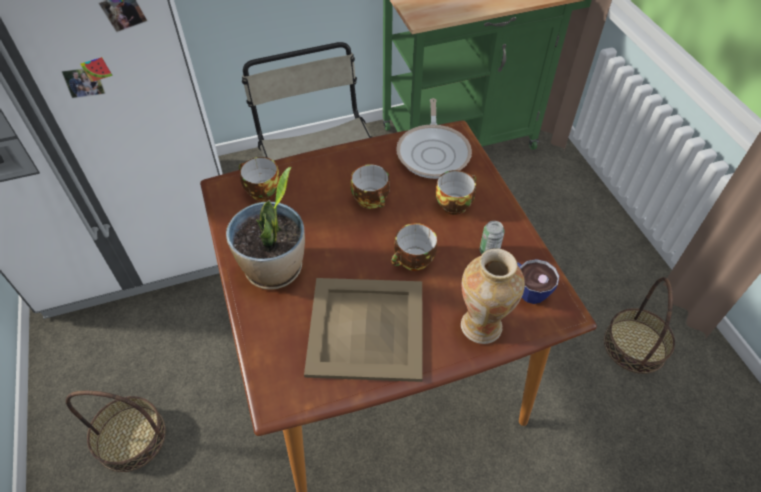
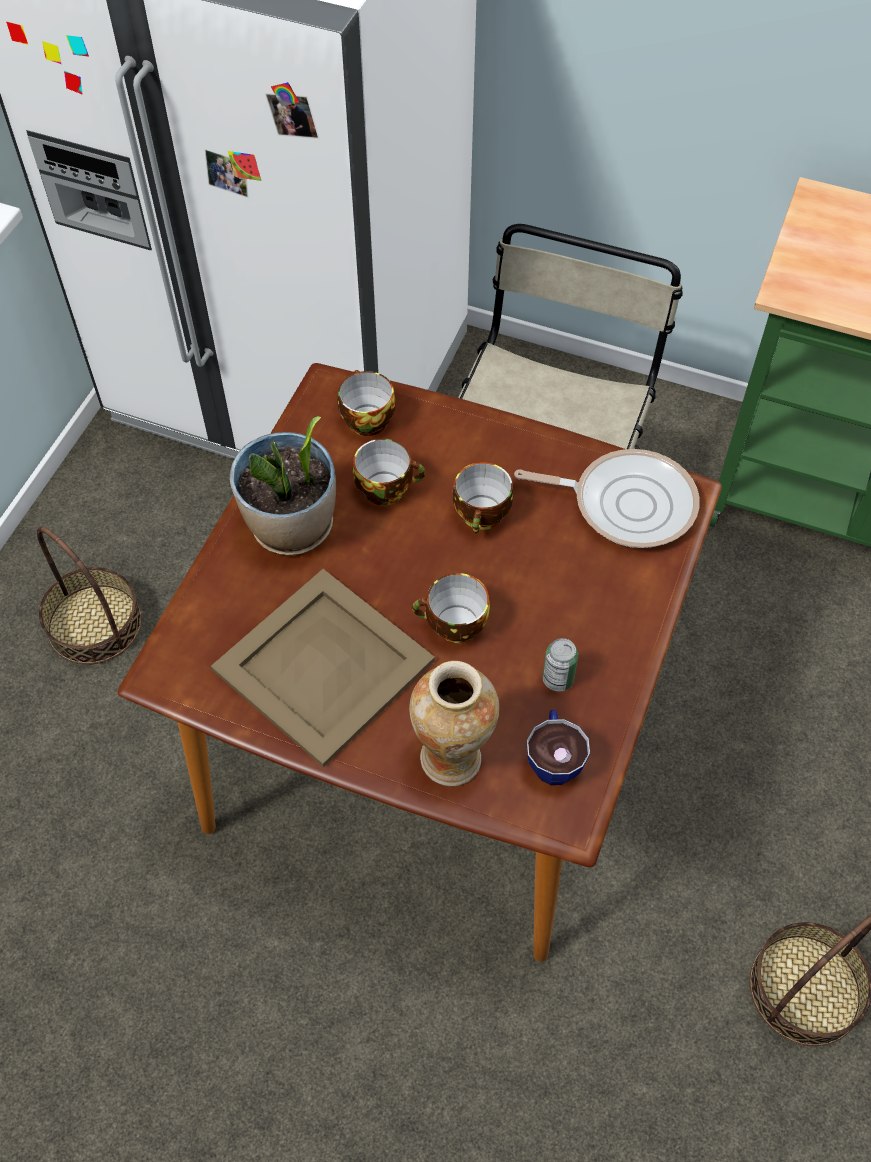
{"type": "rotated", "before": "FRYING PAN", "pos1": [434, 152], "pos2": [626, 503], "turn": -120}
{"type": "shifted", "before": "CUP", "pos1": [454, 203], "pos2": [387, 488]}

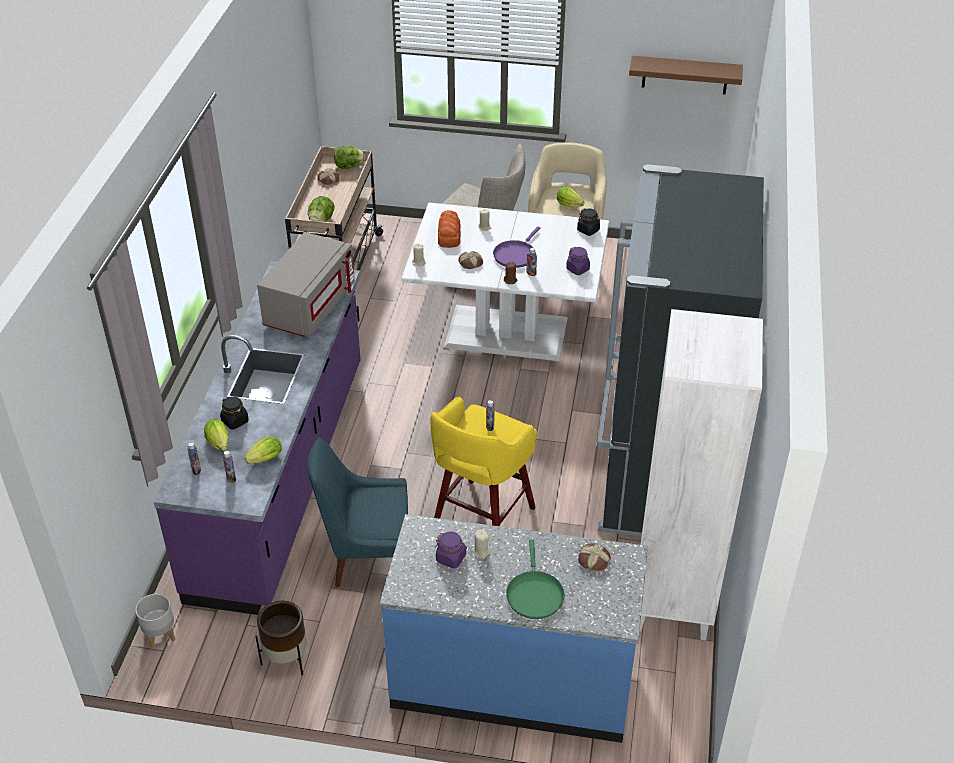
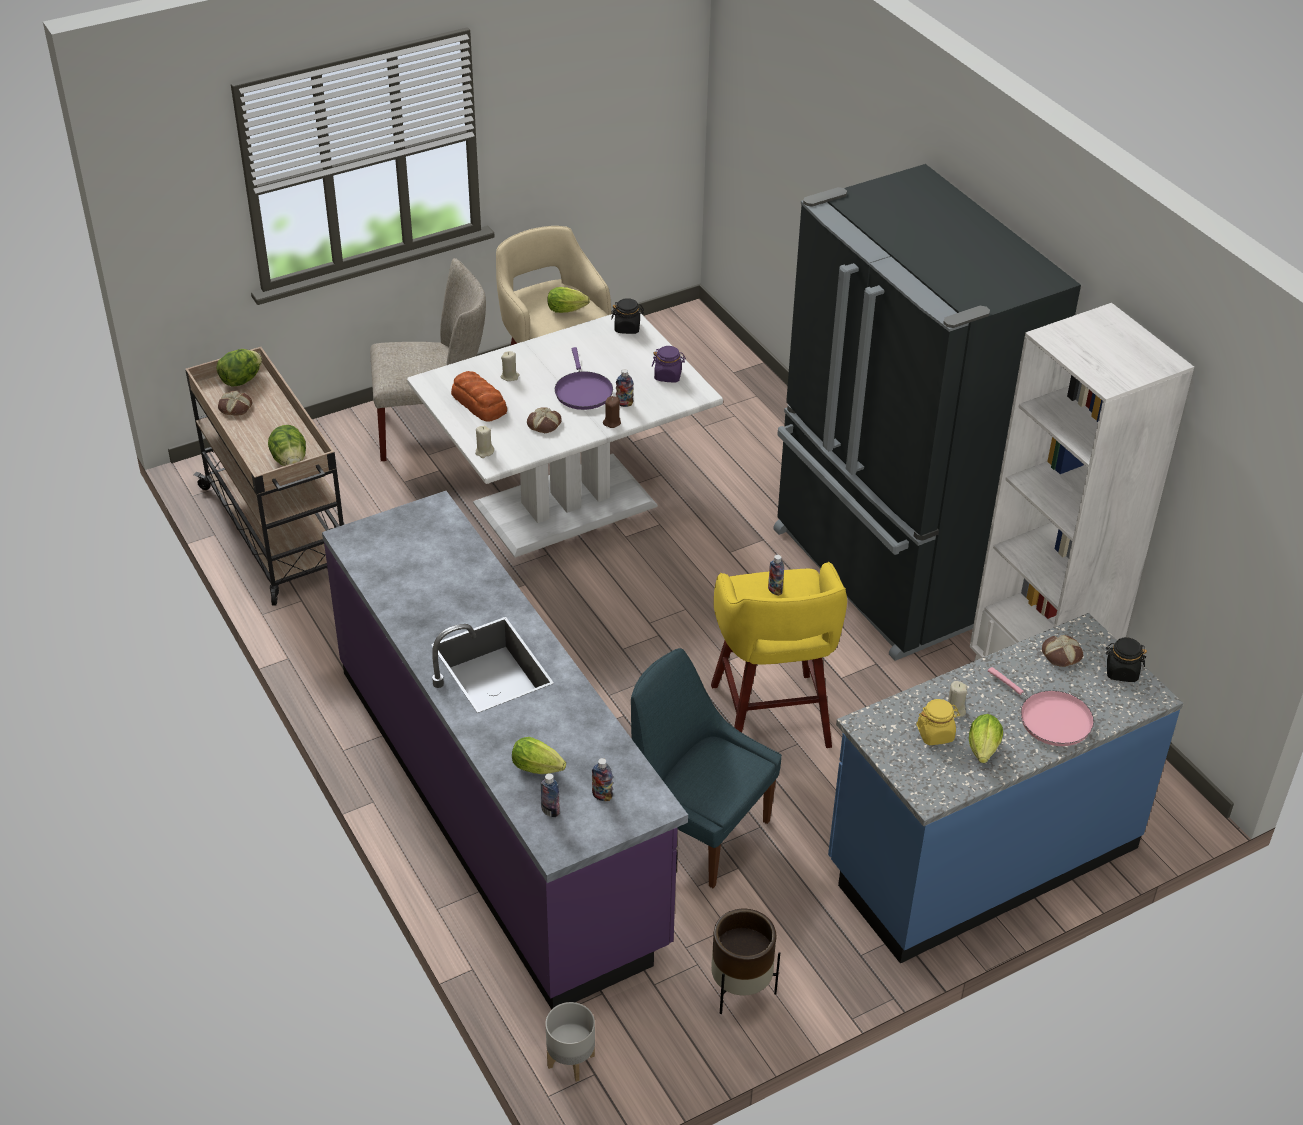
{"type": "shifted", "before": "BLACK JAR", "pos1": [235, 421], "pos2": [1121, 672]}
{"type": "shifted", "before": "LETTUCE", "pos1": [264, 460], "pos2": [983, 751]}
{"type": "gone", "before": "GREY MICROWAVE", "pos1": [309, 307]}
{"type": "rotated", "before": "BLUE CHAIR", "pos1": [366, 557], "pos2": [698, 830], "turn": 75}
{"type": "repainted", "before": "PURPLE JAR", "after": "YELLOW JAR", "pos1": [451, 558], "pos2": [935, 734]}
{"type": "repainted", "before": "GREEN FRYING PAN", "after": "PINK FRYING PAN", "pos1": [534, 594], "pos2": [1050, 719]}
{"type": "gone", "before": "BROWN SHELF", "pos1": [685, 75]}

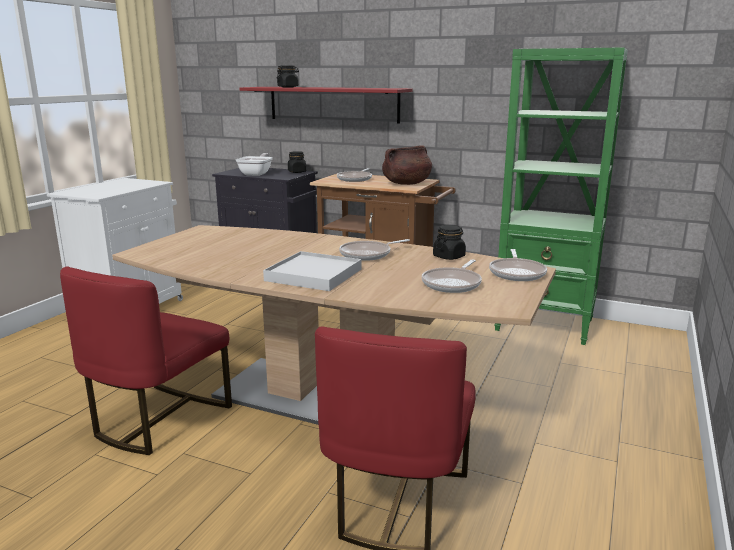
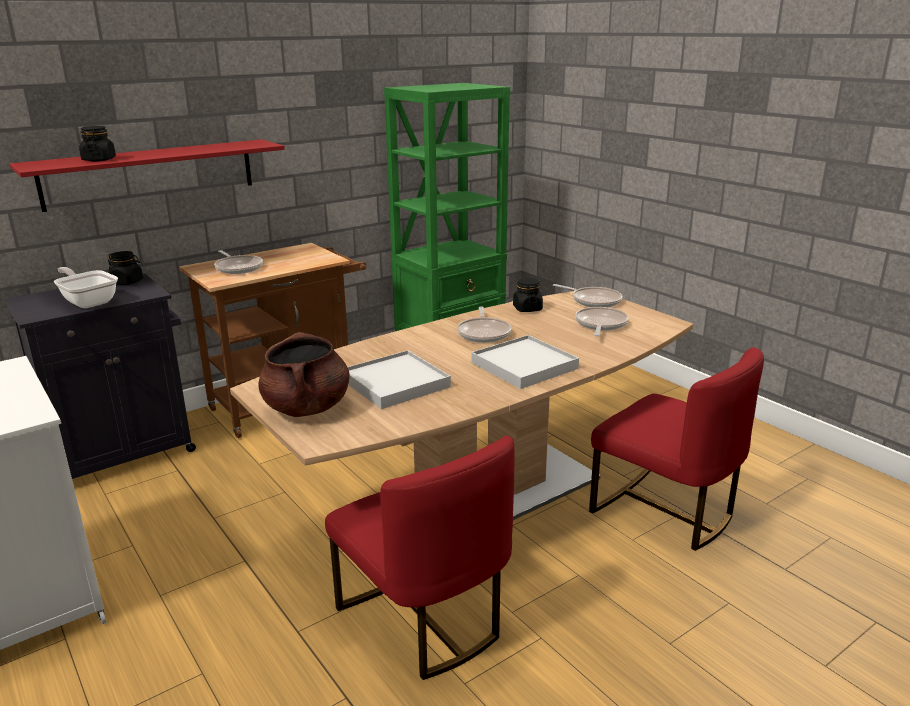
{"type": "shifted", "before": "BROWN COOKING POT", "pos1": [406, 184], "pos2": [307, 408]}
{"type": "rotated", "before": "FRYING PAN", "pos1": [453, 284], "pos2": [600, 324], "turn": -135}
{"type": "new", "after": "WHITE TRAY", "pos2": [395, 383]}

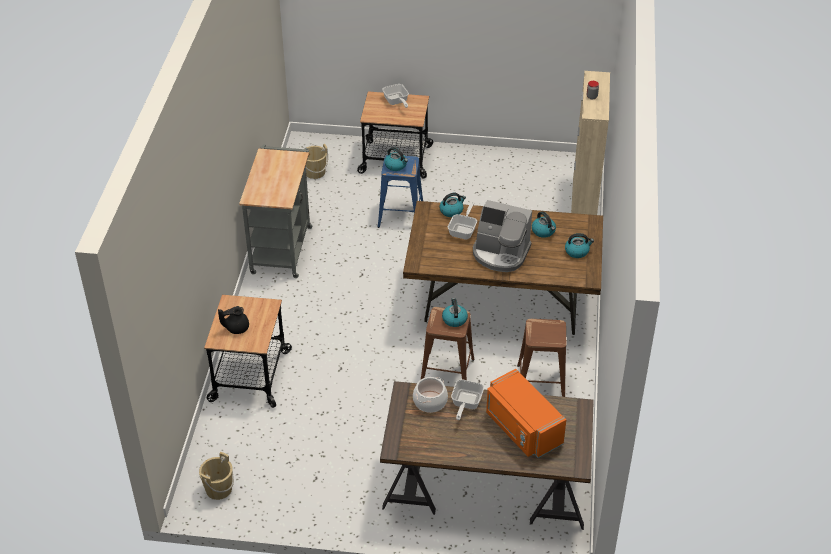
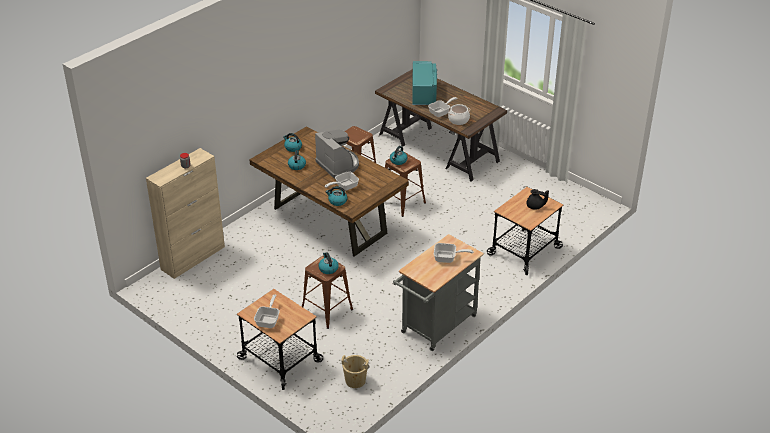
{"type": "gone", "before": "BEIGE BUCKET", "pos1": [218, 489]}
{"type": "repainted", "before": "BLUE STOOL", "after": "BROWN STOOL", "pos1": [400, 215], "pos2": [326, 310]}
{"type": "repainted", "before": "ORANGE MICROWAVE", "after": "TURQUOISE MICROWAVE", "pos1": [522, 428], "pos2": [424, 94]}
{"type": "new", "after": "FRYING PAN", "pos2": [448, 258]}

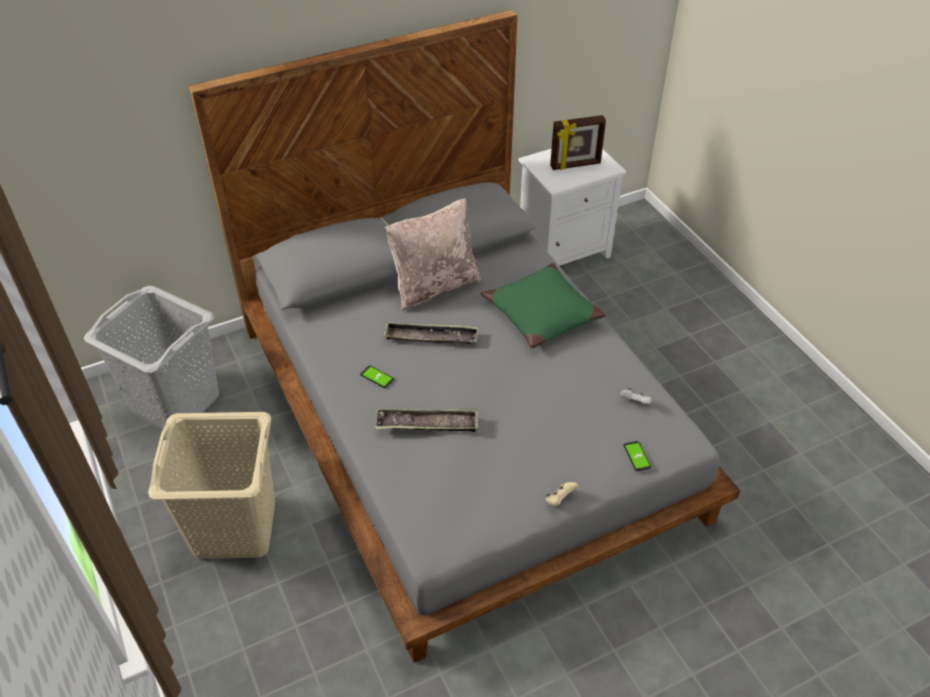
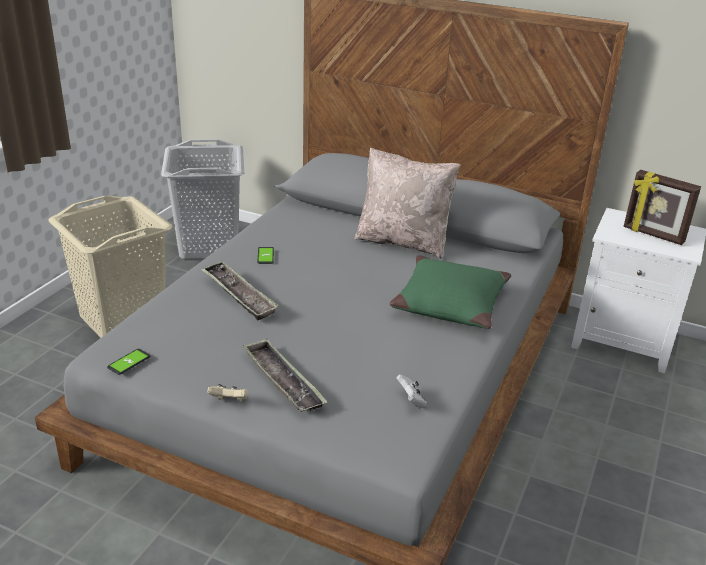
{"type": "shifted", "before": "TRAY", "pos1": [430, 337], "pos2": [283, 381]}
{"type": "shifted", "before": "PHONE", "pos1": [636, 456], "pos2": [129, 362]}

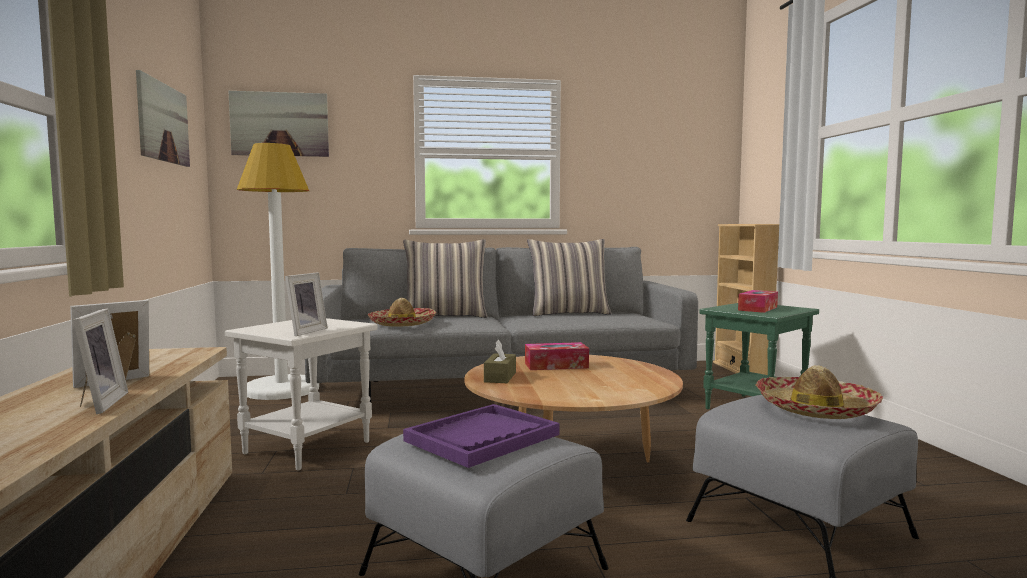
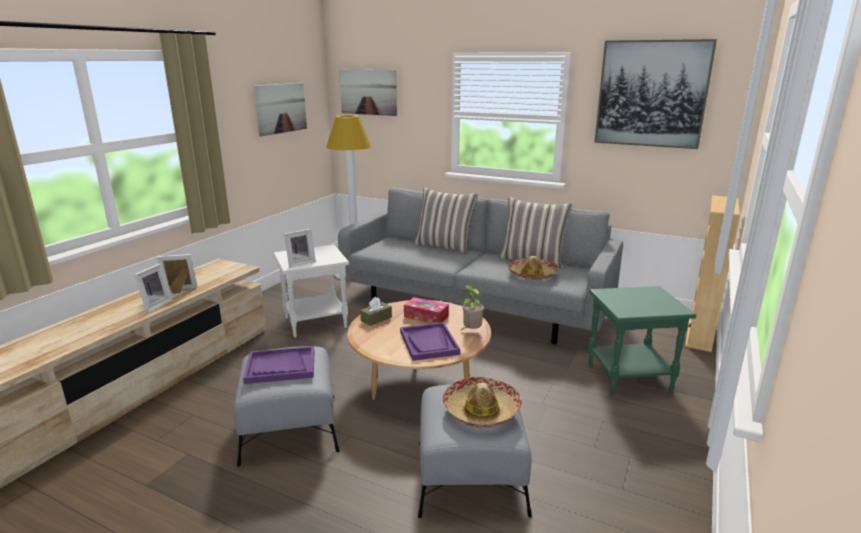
{"type": "shifted", "before": "HAT", "pos1": [402, 324], "pos2": [532, 274]}
{"type": "gone", "before": "TISSUE BOX", "pos1": [757, 308]}
{"type": "new", "after": "PURPLE TRAY", "pos2": [429, 343]}
{"type": "new", "after": "POTTED PLANT", "pos2": [471, 331]}
{"type": "new", "after": "PICTURE", "pos2": [651, 94]}

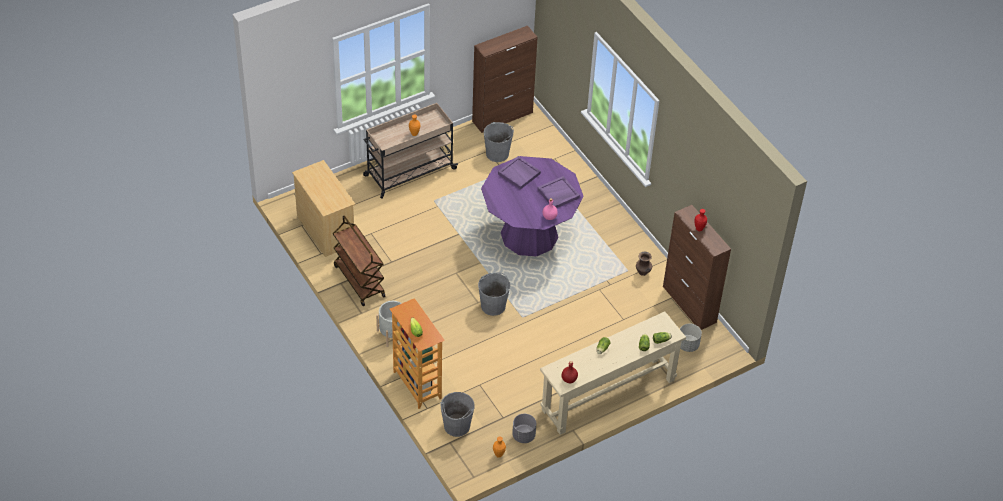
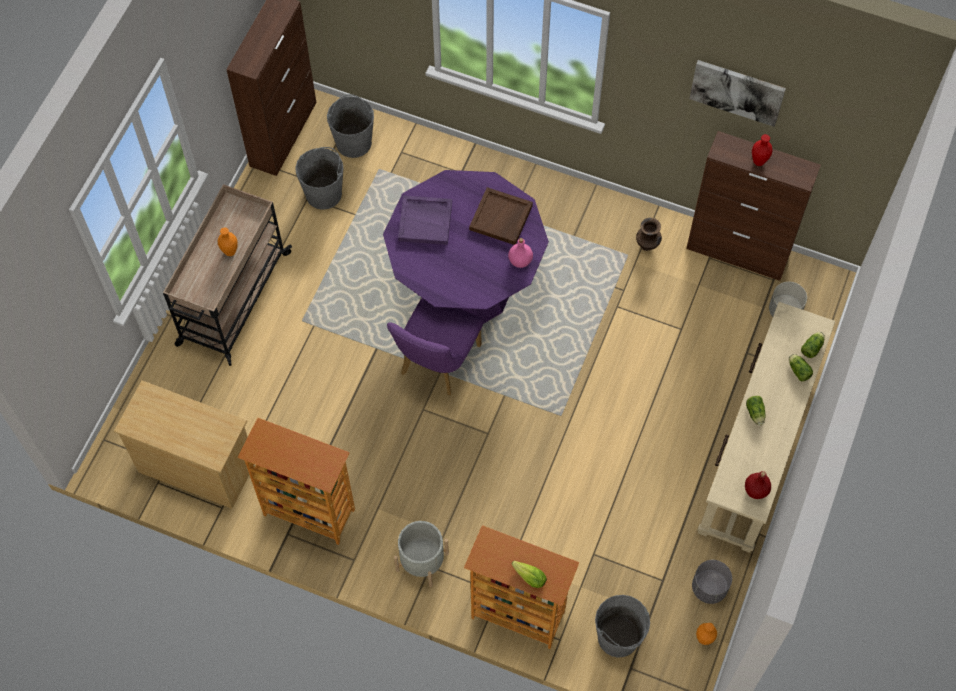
{"type": "swapped", "before": "BROWN CART", "after": "BOOKCASE", "pos1": [359, 281], "pos2": [308, 513]}
{"type": "shifted", "before": "GREY BUCKET", "pos1": [493, 305], "pos2": [353, 142]}
{"type": "repainted", "before": "PURPLE TRAY", "after": "BROWN TRAY", "pos1": [558, 194], "pos2": [501, 218]}
{"type": "new", "after": "PURPLE CHAIR", "pos2": [436, 364]}
{"type": "new", "after": "PICTURE", "pos2": [737, 91]}

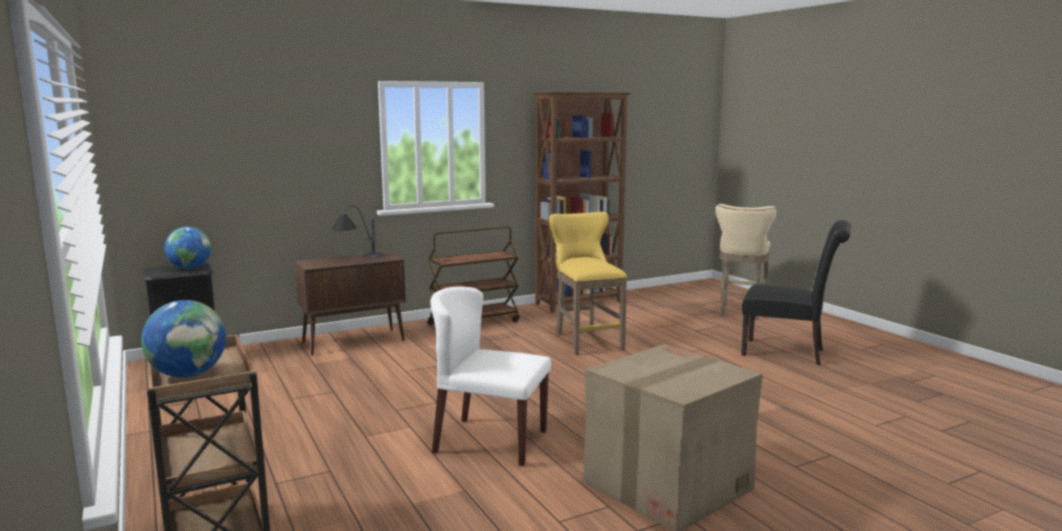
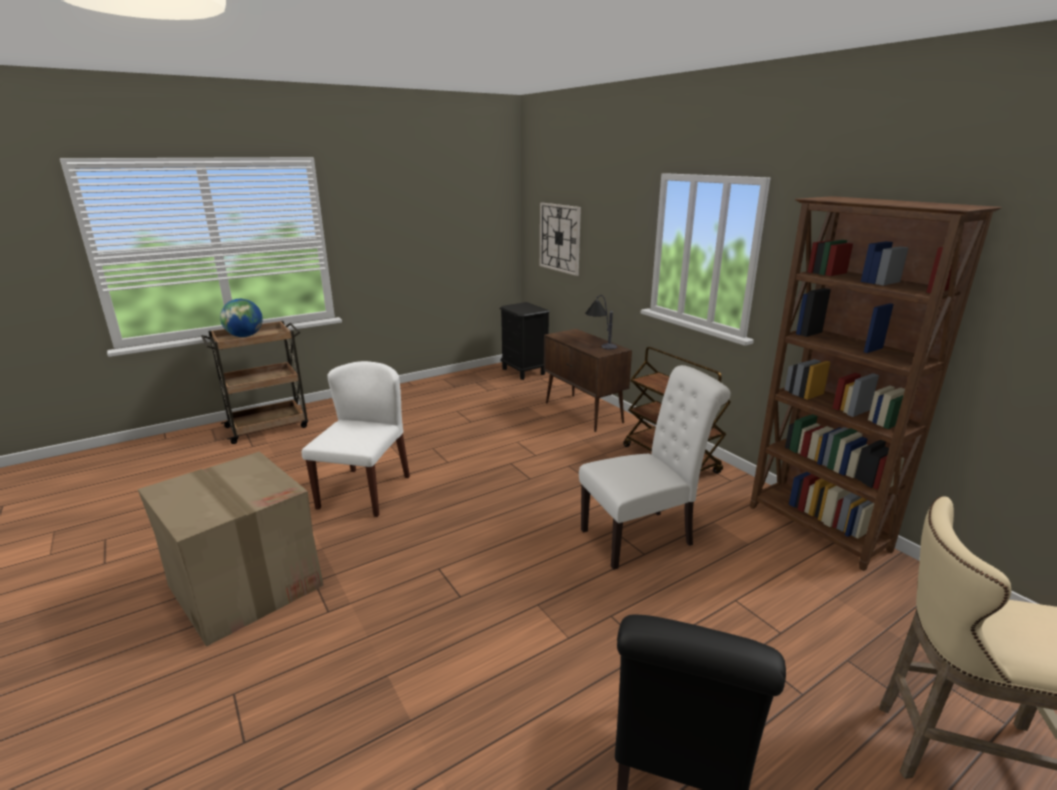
{"type": "gone", "before": "GLOBE", "pos1": [190, 268]}
{"type": "swapped", "before": "YELLOW STOOL", "after": "WHITE CHAIR", "pos1": [585, 340], "pos2": [643, 536]}
{"type": "new", "after": "WALL CLOCK", "pos2": [560, 238]}

